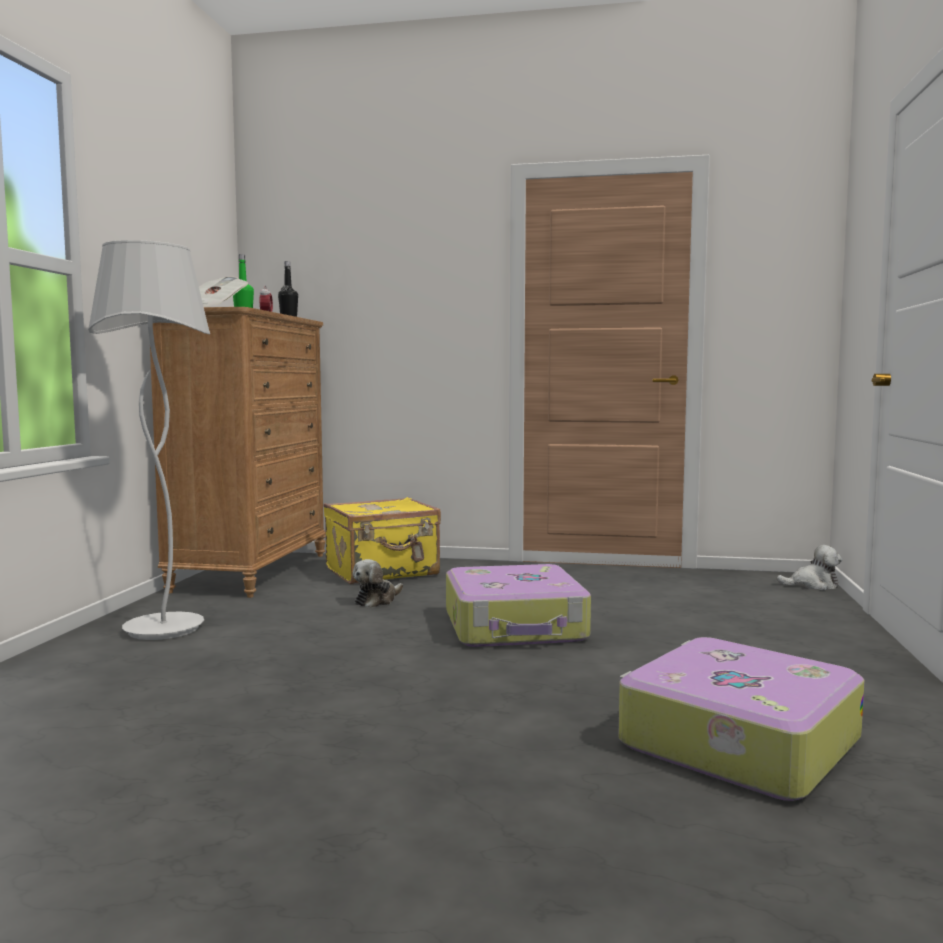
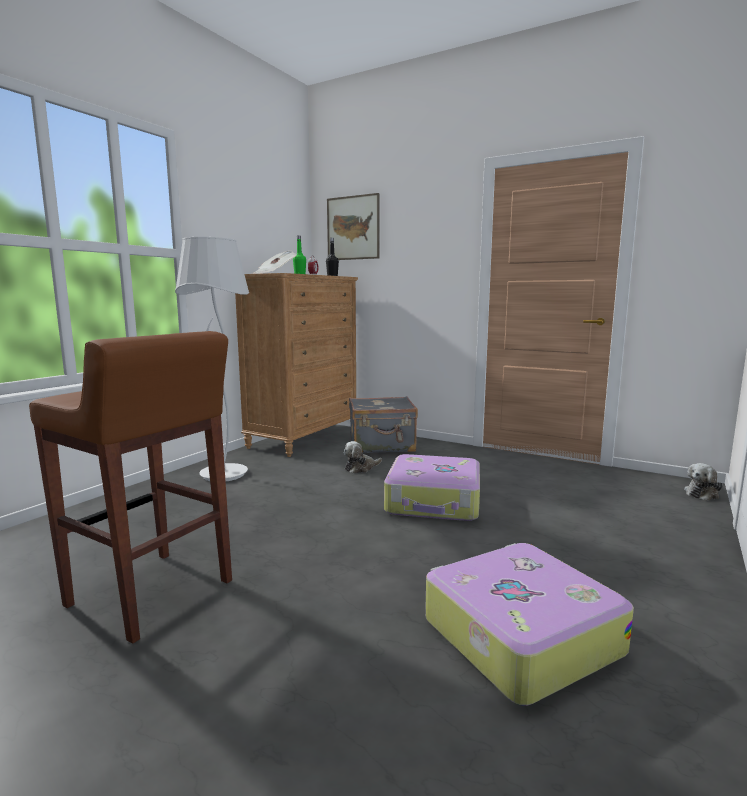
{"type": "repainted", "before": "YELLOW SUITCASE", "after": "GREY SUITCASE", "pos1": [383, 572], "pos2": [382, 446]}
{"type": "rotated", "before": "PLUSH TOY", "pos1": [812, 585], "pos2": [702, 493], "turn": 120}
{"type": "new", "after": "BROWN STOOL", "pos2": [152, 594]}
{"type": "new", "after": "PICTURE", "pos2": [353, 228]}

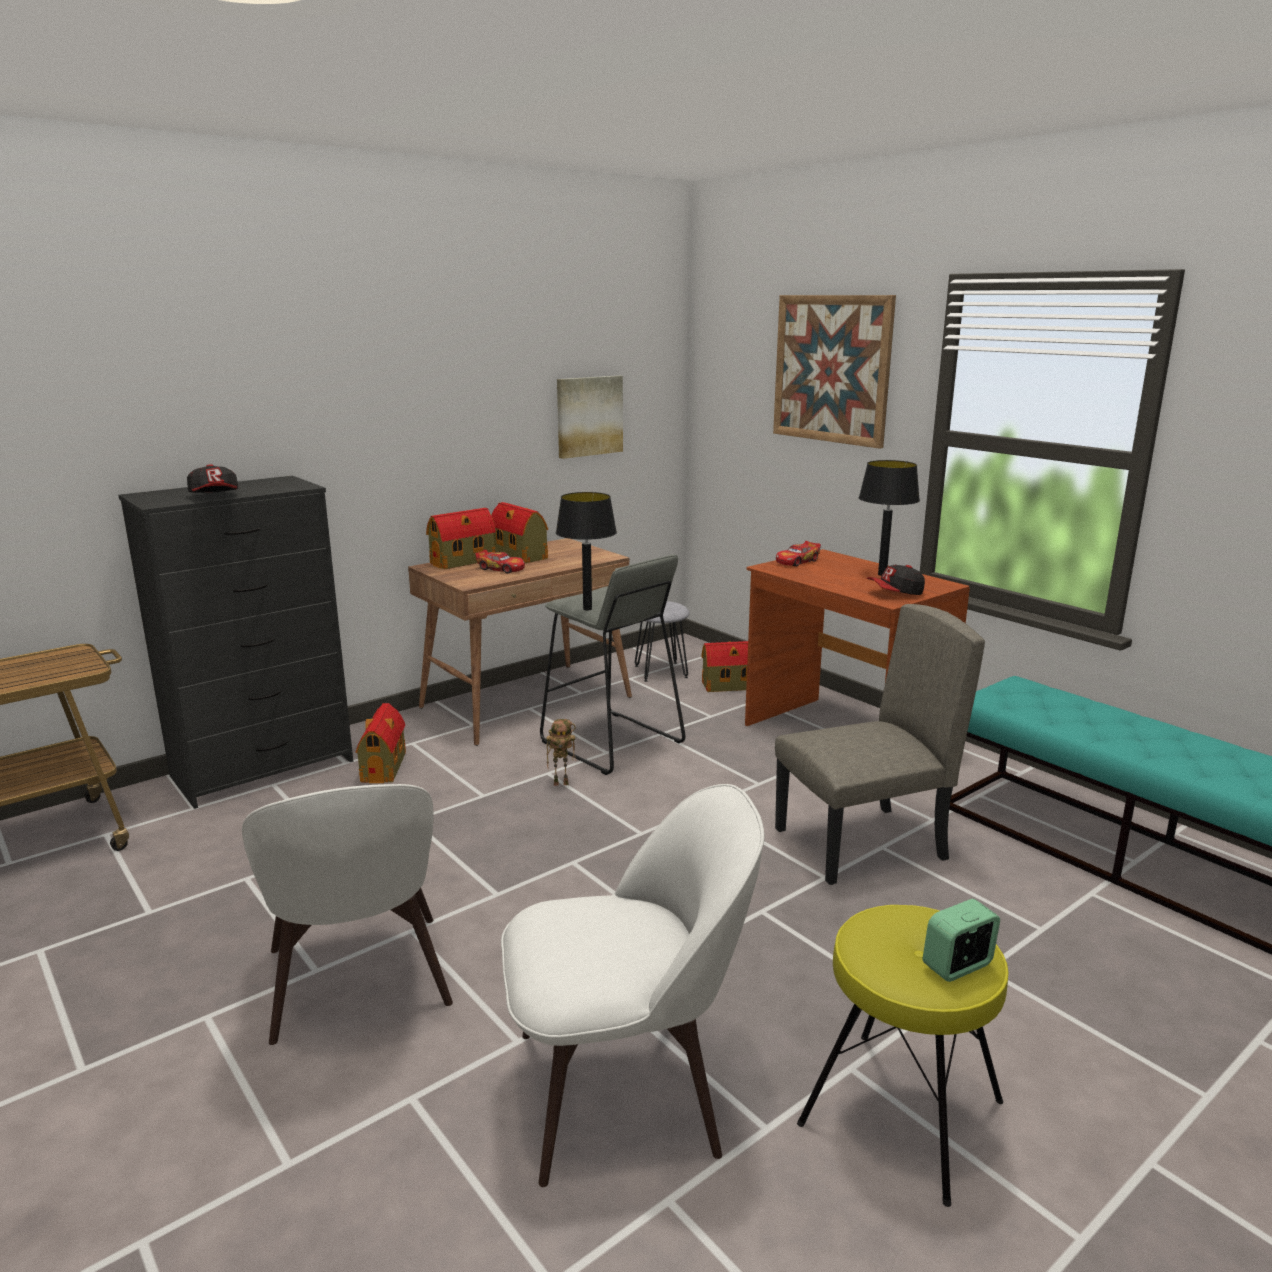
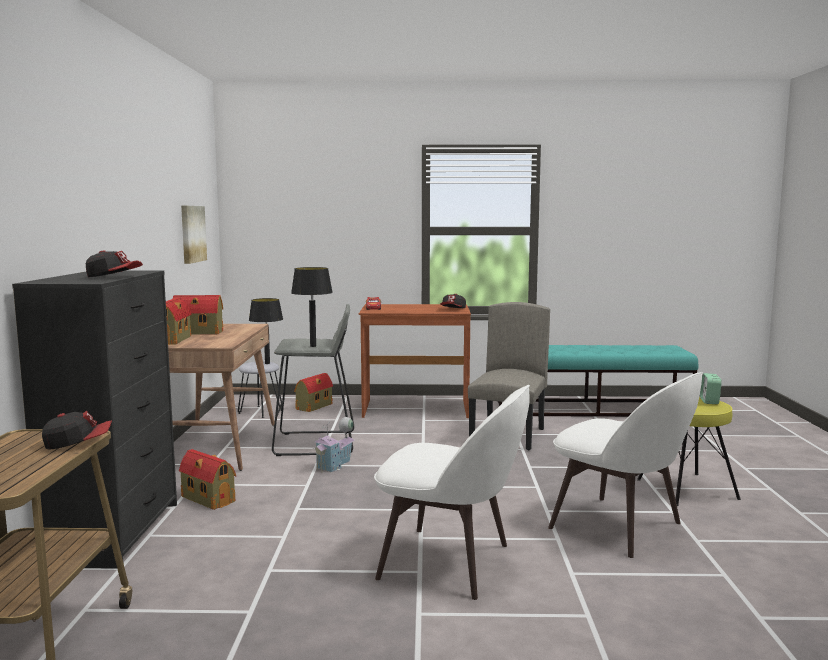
{"type": "gone", "before": "TOY CAR", "pos1": [501, 569]}
{"type": "rotated", "before": "WHITE CHAIR", "pos1": [626, 1089], "pos2": [620, 527], "turn": 105}
{"type": "swapped", "before": "TOY ROBOT", "after": "TOY HOUSE", "pos1": [562, 783], "pos2": [335, 465]}
{"type": "gone", "before": "PICTURE", "pos1": [831, 369]}
{"type": "shifted", "before": "BLACK TABLE LAMP", "pos1": [881, 574], "pos2": [267, 363]}
{"type": "new", "after": "CAP", "pos2": [78, 443]}

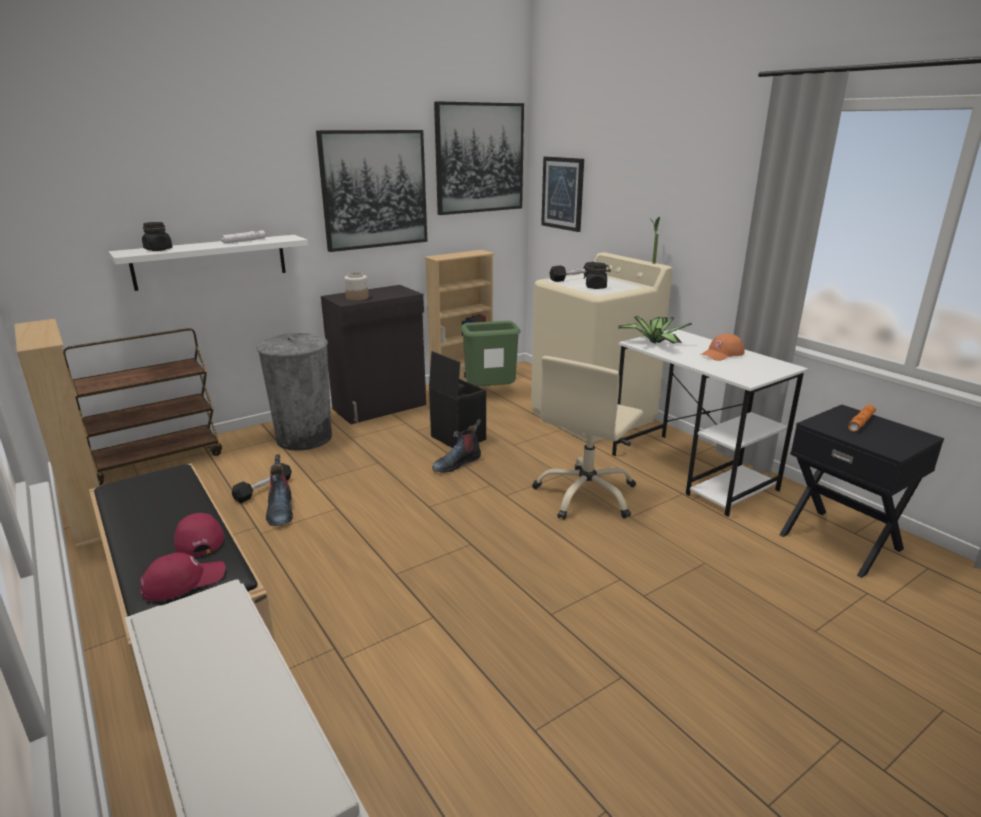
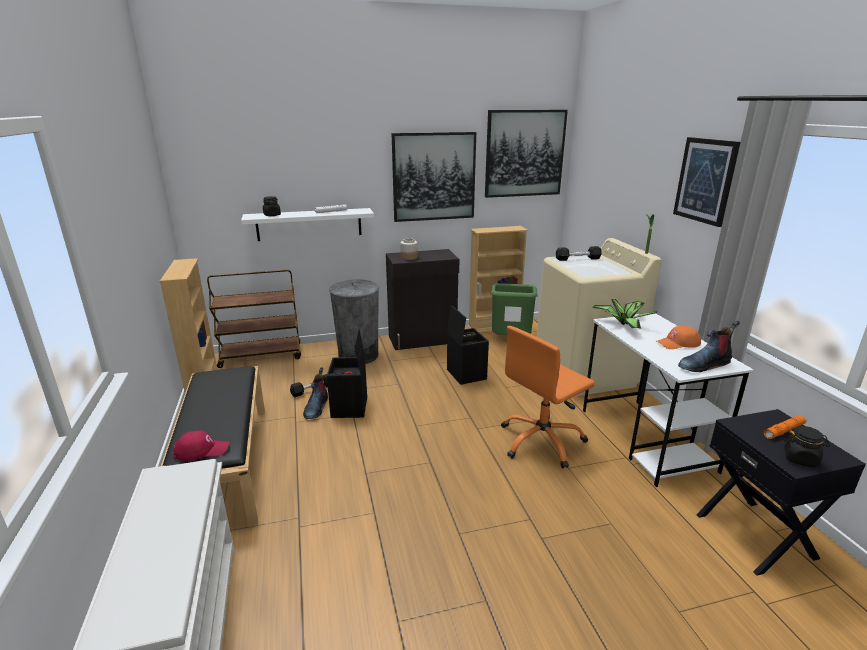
{"type": "gone", "before": "RED CAP", "pos1": [198, 538]}
{"type": "shifted", "before": "BOOT", "pos1": [457, 463], "pos2": [704, 364]}
{"type": "repainted", "before": "BEIGE OFFICE CHAIR", "after": "ORANGE OFFICE CHAIR", "pos1": [586, 495], "pos2": [541, 441]}
{"type": "shifted", "before": "PICTURE", "pos1": [562, 193], "pos2": [705, 180]}
{"type": "shifted", "before": "BLACK JAR", "pos1": [596, 287], "pos2": [800, 459]}
{"type": "new", "after": "BLACK STORAGE BOX", "pos2": [350, 408]}

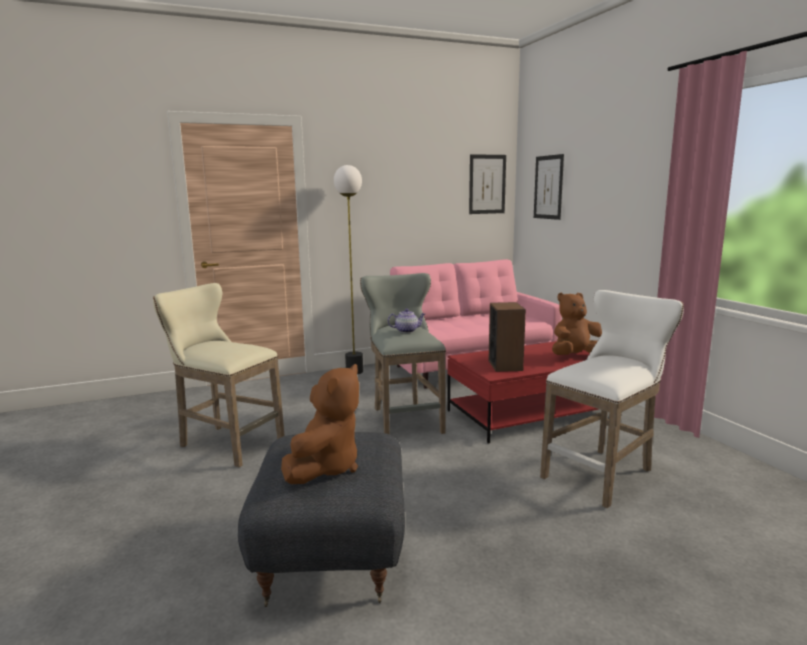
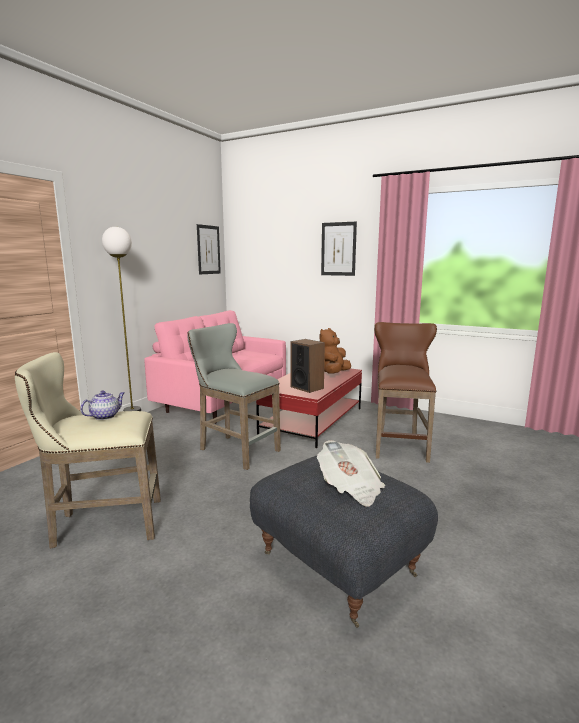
{"type": "swapped", "before": "BROWN PLUSH TOY", "after": "NEWSPAPER", "pos1": [325, 467], "pos2": [350, 488]}
{"type": "shifted", "before": "TEAPOT", "pos1": [407, 331], "pos2": [105, 416]}
{"type": "shifted", "before": "PICTURE", "pos1": [548, 187], "pos2": [338, 249]}
{"type": "repainted", "before": "WHITE STOOL", "after": "BROWN STOOL", "pos1": [603, 473], "pos2": [399, 444]}

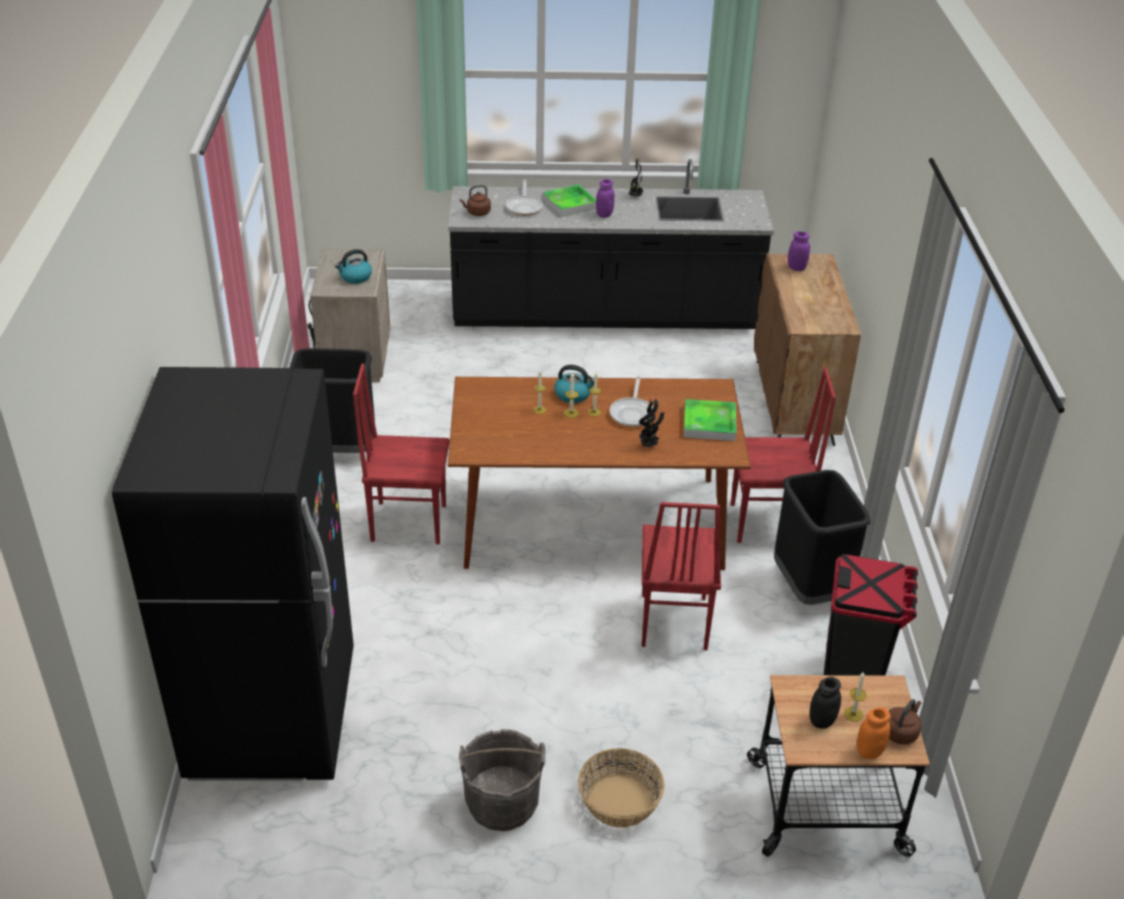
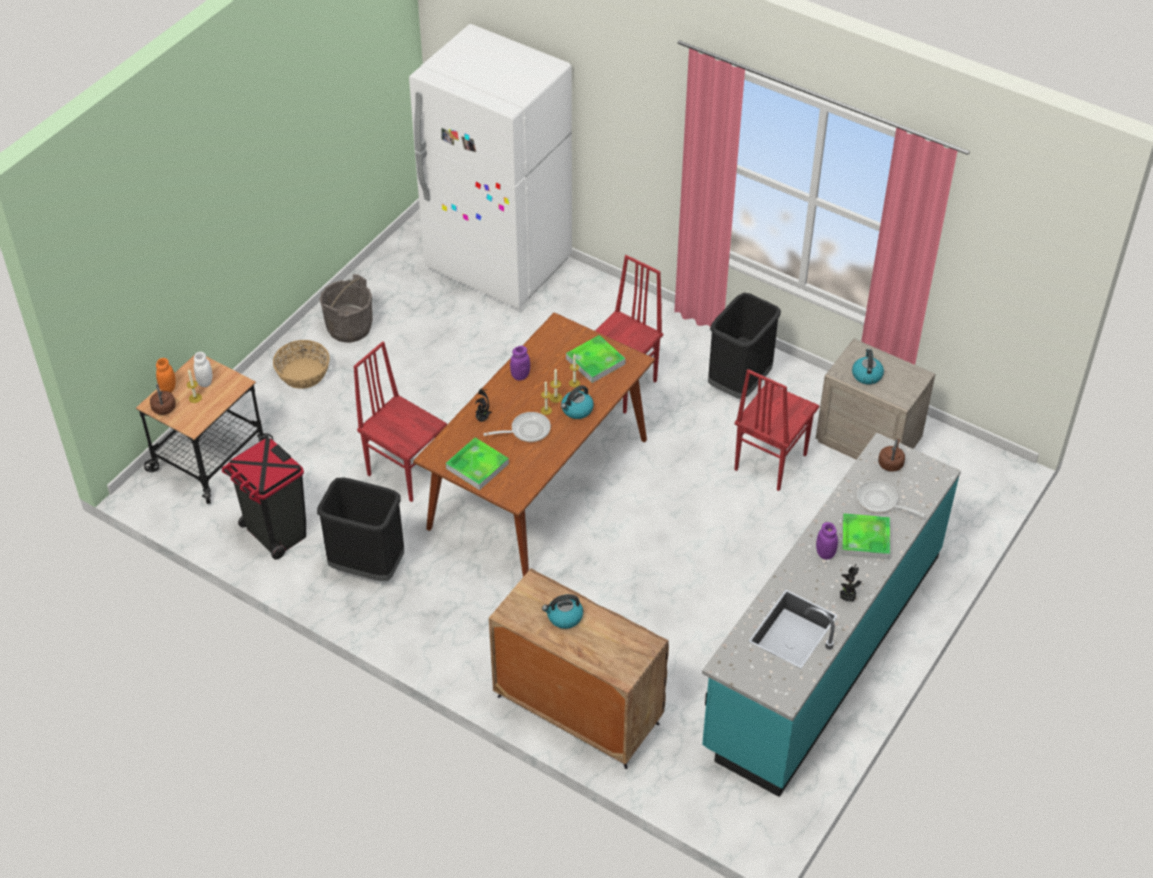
{"type": "repainted", "before": "BLACK FRIDGE", "after": "WHITE FRIDGE", "pos1": [273, 715], "pos2": [498, 265]}
{"type": "repainted", "before": "BLACK COUNTER", "after": "TURQUOISE COUNTER", "pos1": [604, 315], "pos2": [822, 650]}
{"type": "rotated", "before": "FRYING PAN", "pos1": [632, 413], "pos2": [527, 430], "turn": 120}
{"type": "shifted", "before": "RED CHAIR", "pos1": [768, 524], "pos2": [769, 462]}
{"type": "shifted", "before": "PURPLE JAR", "pos1": [796, 268], "pos2": [520, 376]}
{"type": "repainted", "before": "BLACK JAR", "after": "WHITE JAR", "pos1": [821, 721], "pos2": [205, 382]}
{"type": "new", "after": "KETTLE", "pos2": [564, 617]}
{"type": "new", "after": "TRAY", "pos2": [595, 361]}

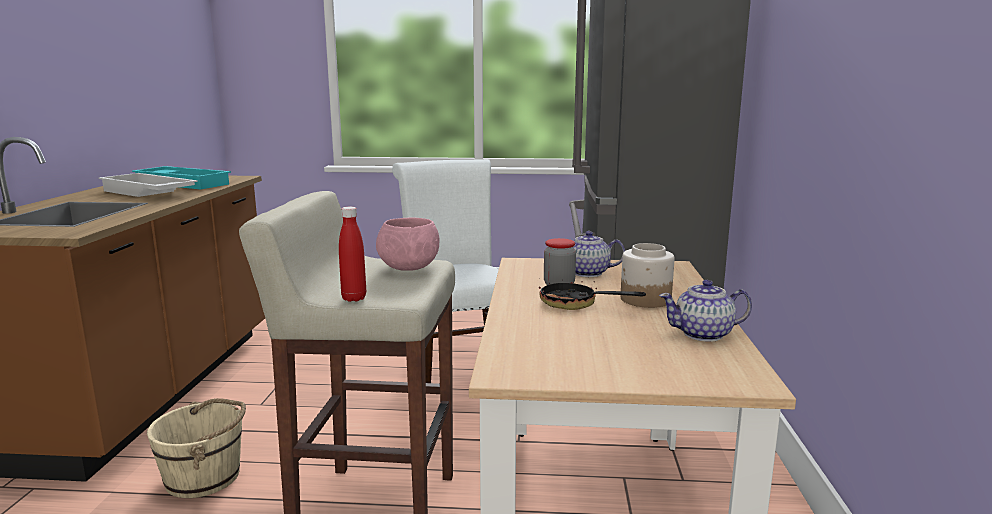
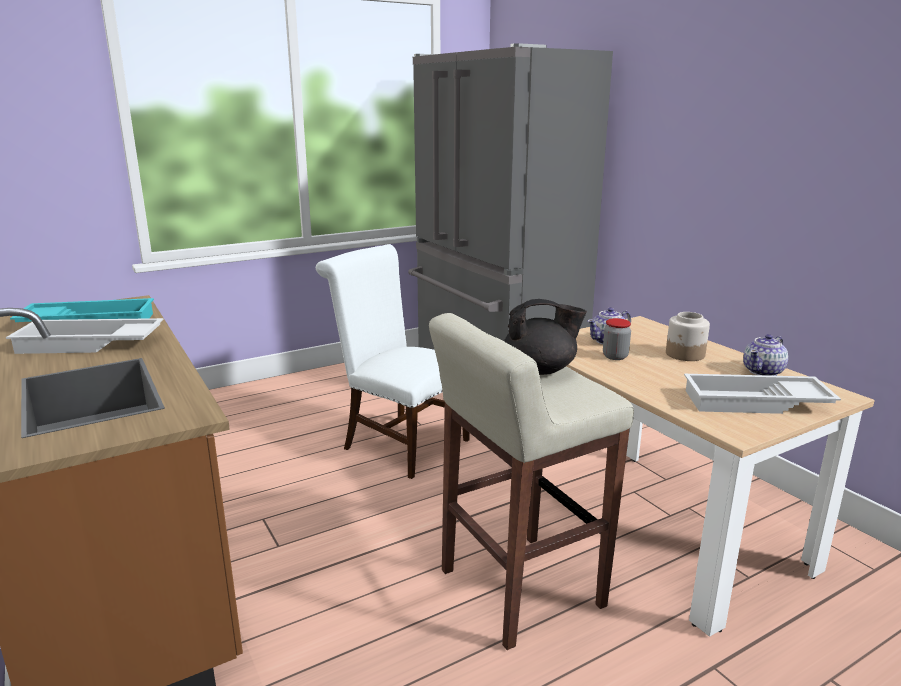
{"type": "gone", "before": "BEIGE BUCKET", "pos1": [204, 477]}
{"type": "gone", "before": "RED BOTTLE", "pos1": [354, 298]}
{"type": "swapped", "before": "PINK BOWL", "after": "BLACK TEAPOT", "pos1": [408, 268], "pos2": [540, 370]}
{"type": "gone", "before": "FRYING PAN", "pos1": [576, 305]}
{"type": "new", "after": "WHITE TRAY", "pos2": [755, 403]}

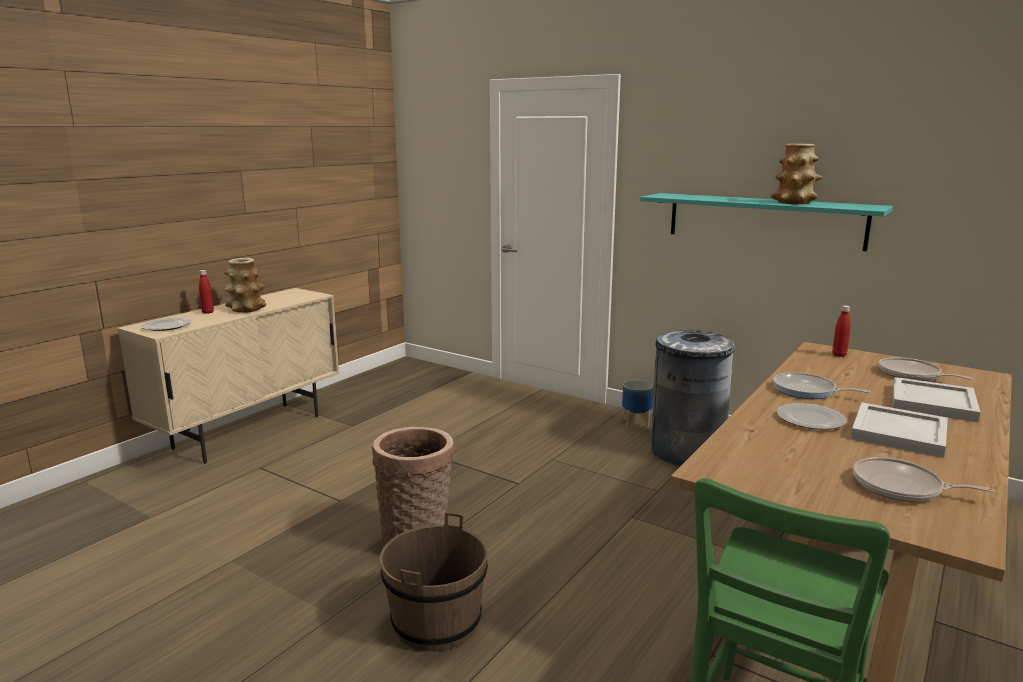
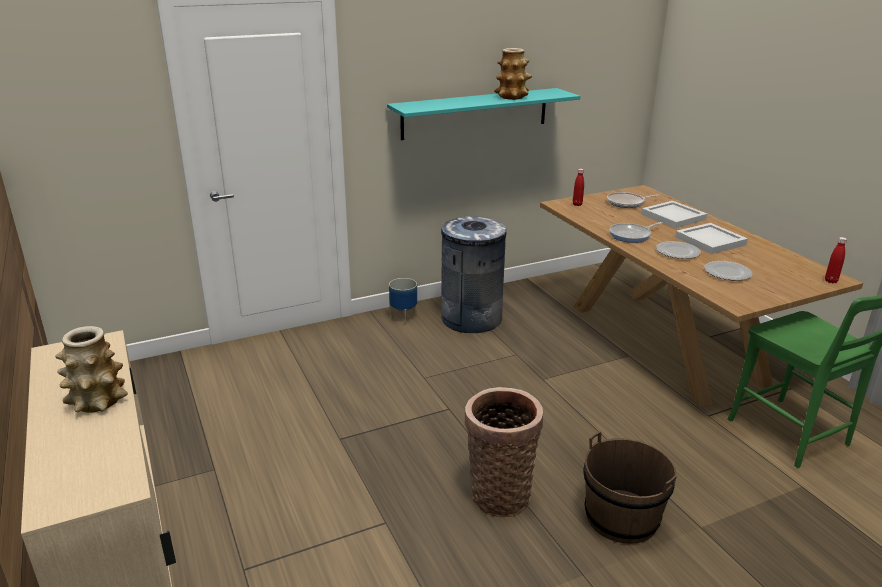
{"type": "shifted", "before": "PLATE", "pos1": [167, 326], "pos2": [728, 272]}
{"type": "shifted", "before": "RED BOTTLE", "pos1": [208, 312], "pos2": [831, 281]}
{"type": "gone", "before": "FRYING PAN", "pos1": [901, 487]}

